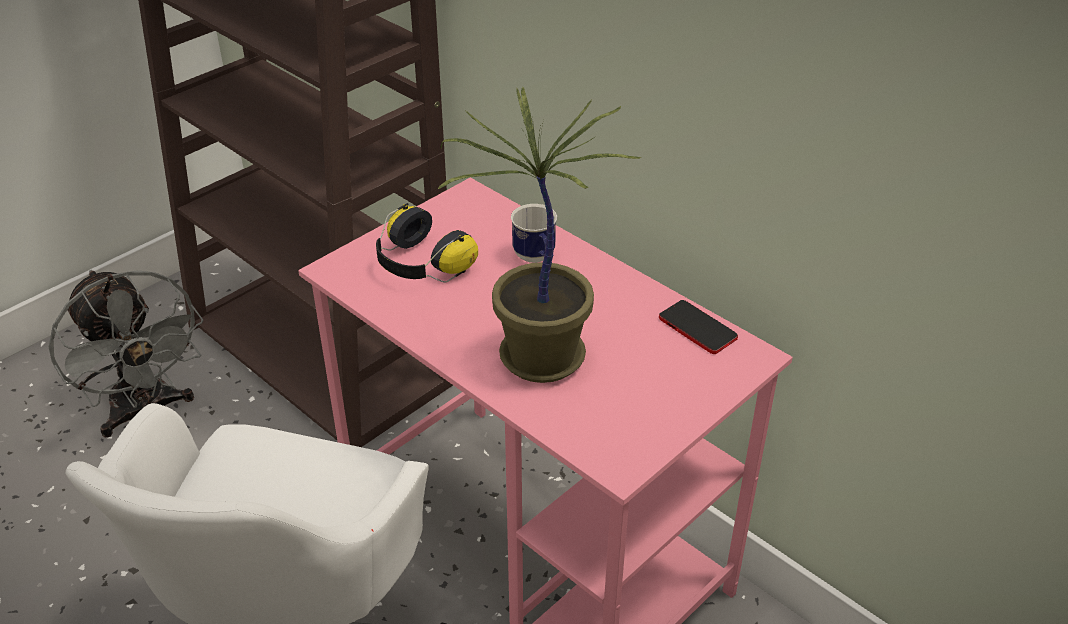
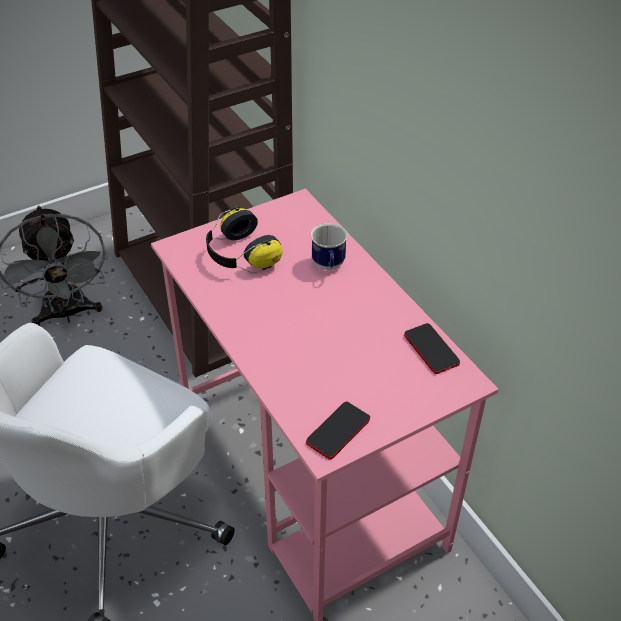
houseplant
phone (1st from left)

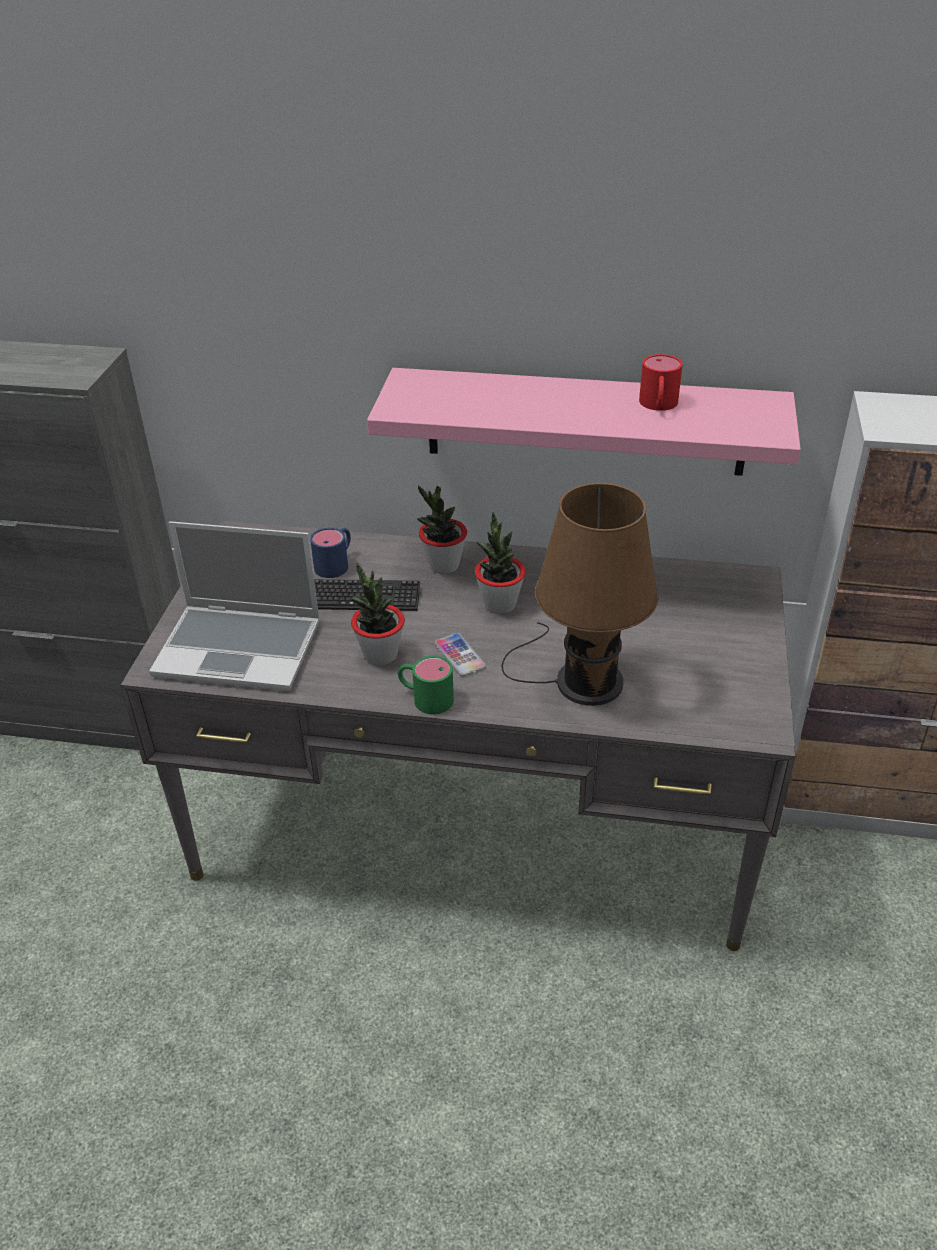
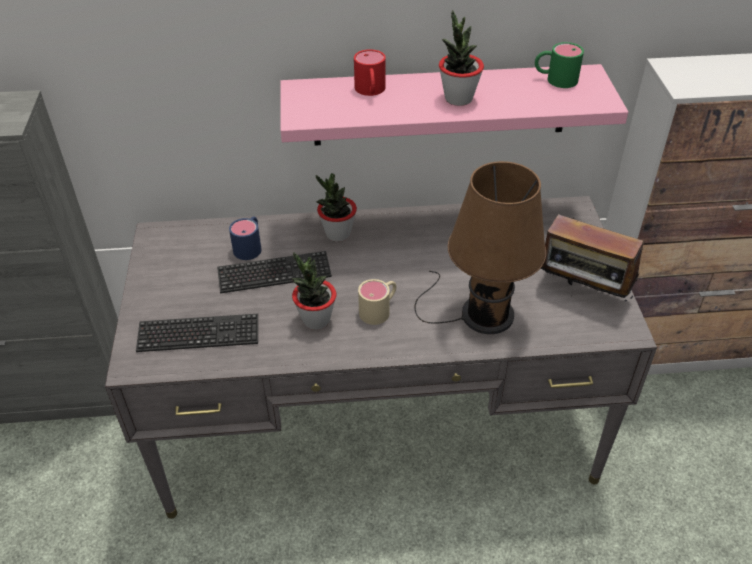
coffee mug (reddish)
houseplant (3rd from left)
keyboard (1st from left)
coffee mug (beige-coloured)
coffee mug (greenish)
radio receiver

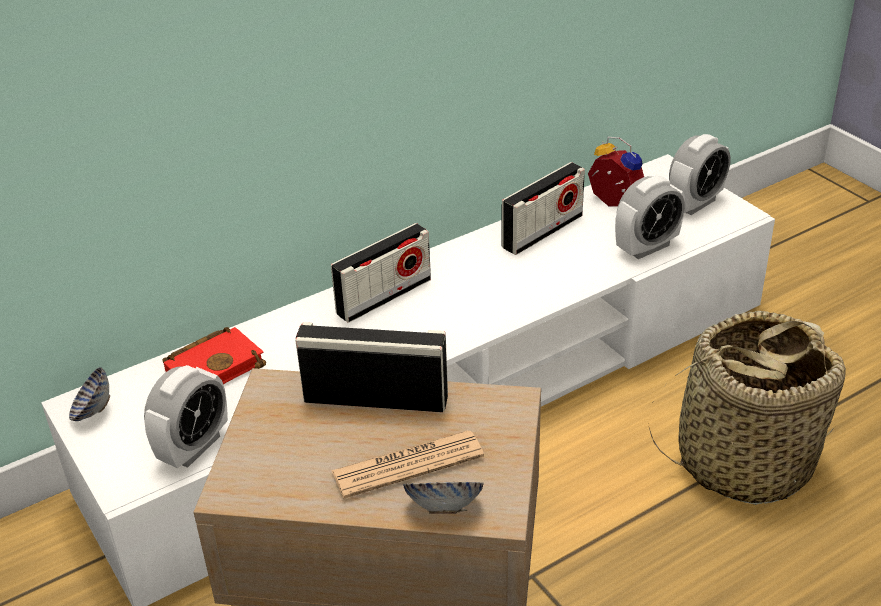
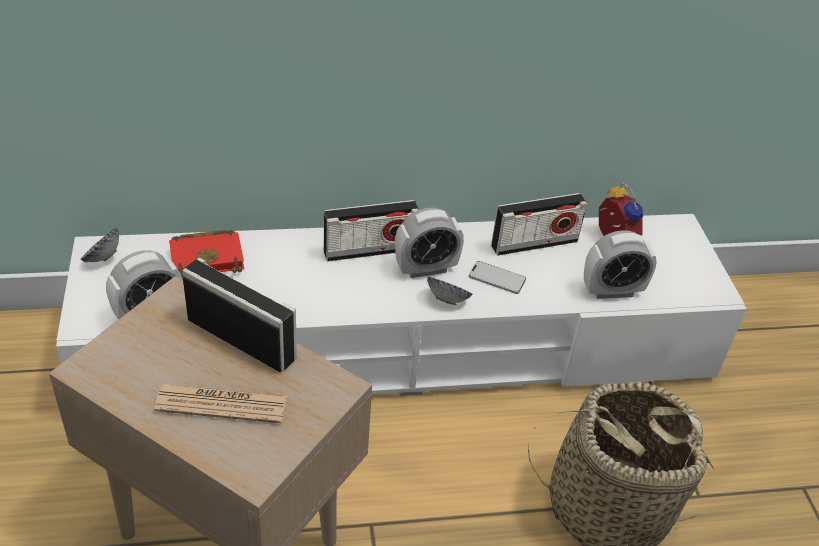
bedside clock (2nd from left)
serving bowl (2nd from left)
phone

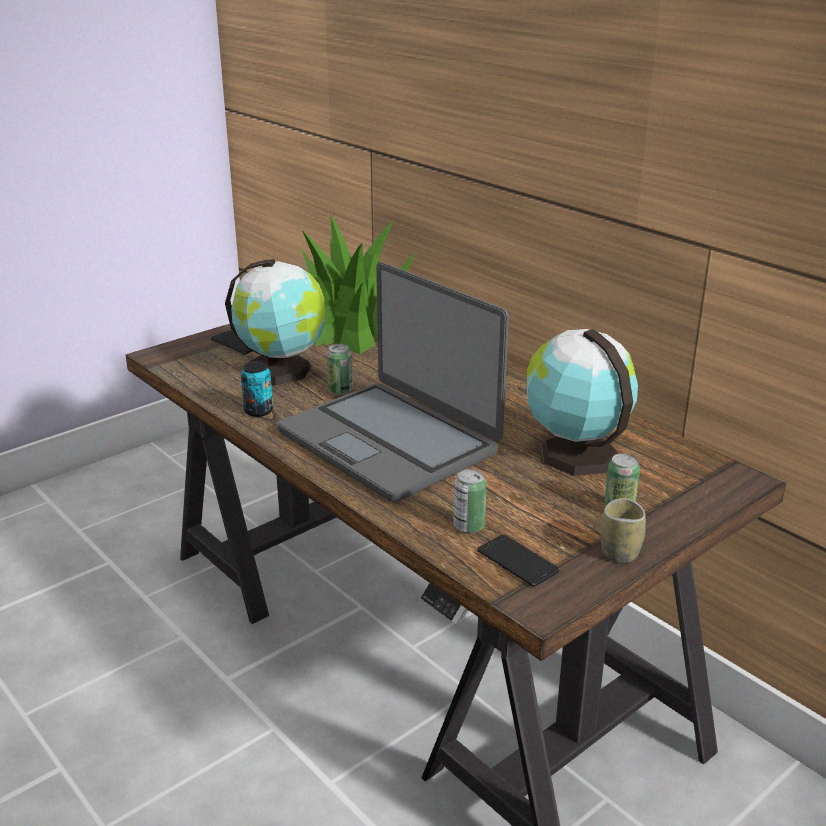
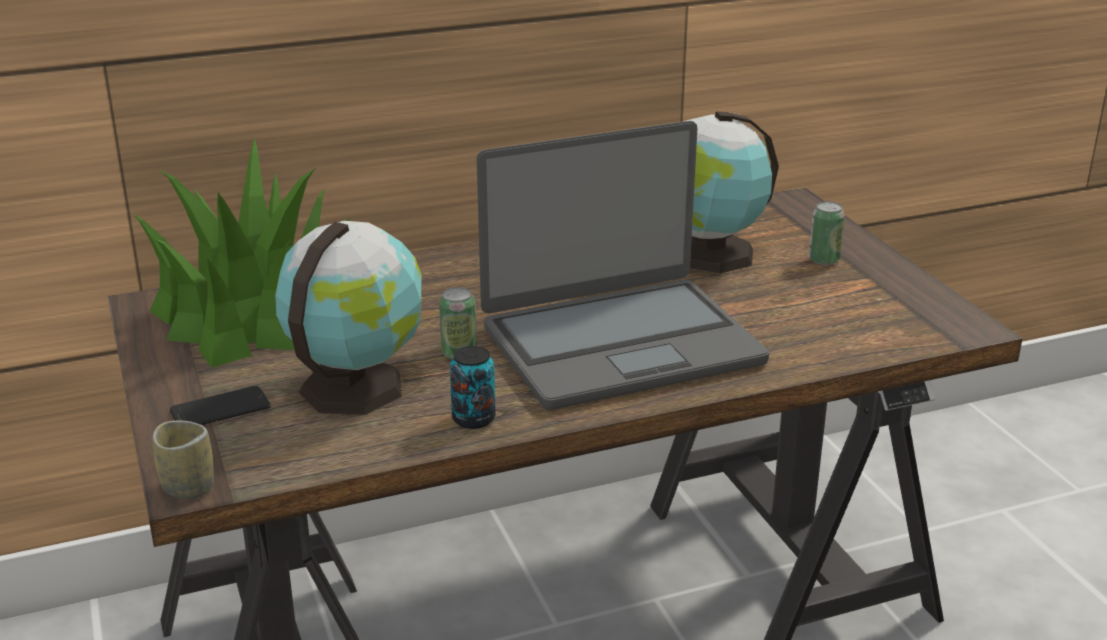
sealed can (3rd from left in the first image)
drinking cup
phone (2nd from left in the first image)

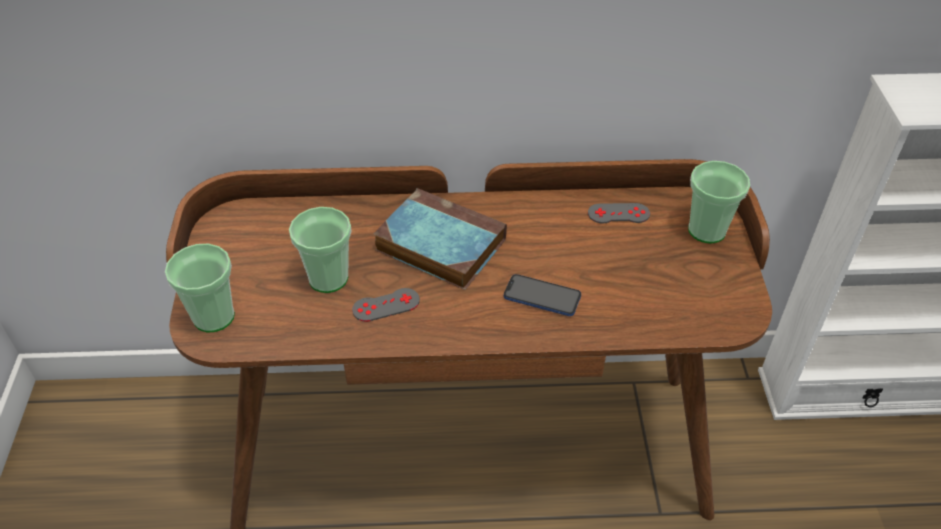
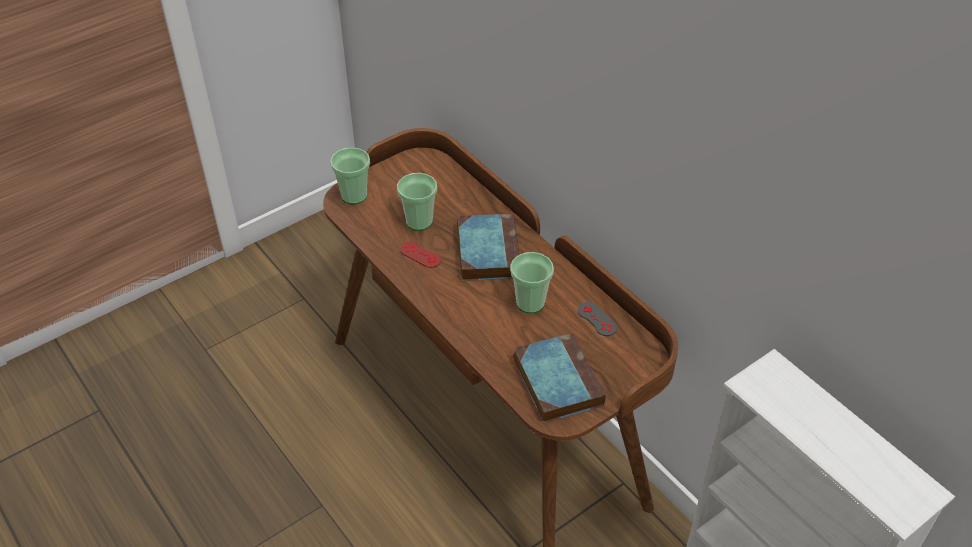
drinking cup (3rd from left)
phone
game controller (reddish)
bound book (2nd from left)

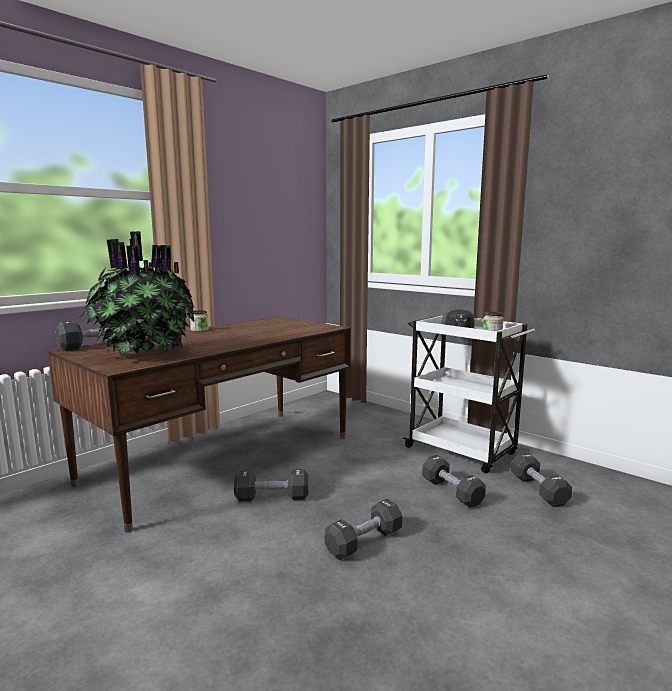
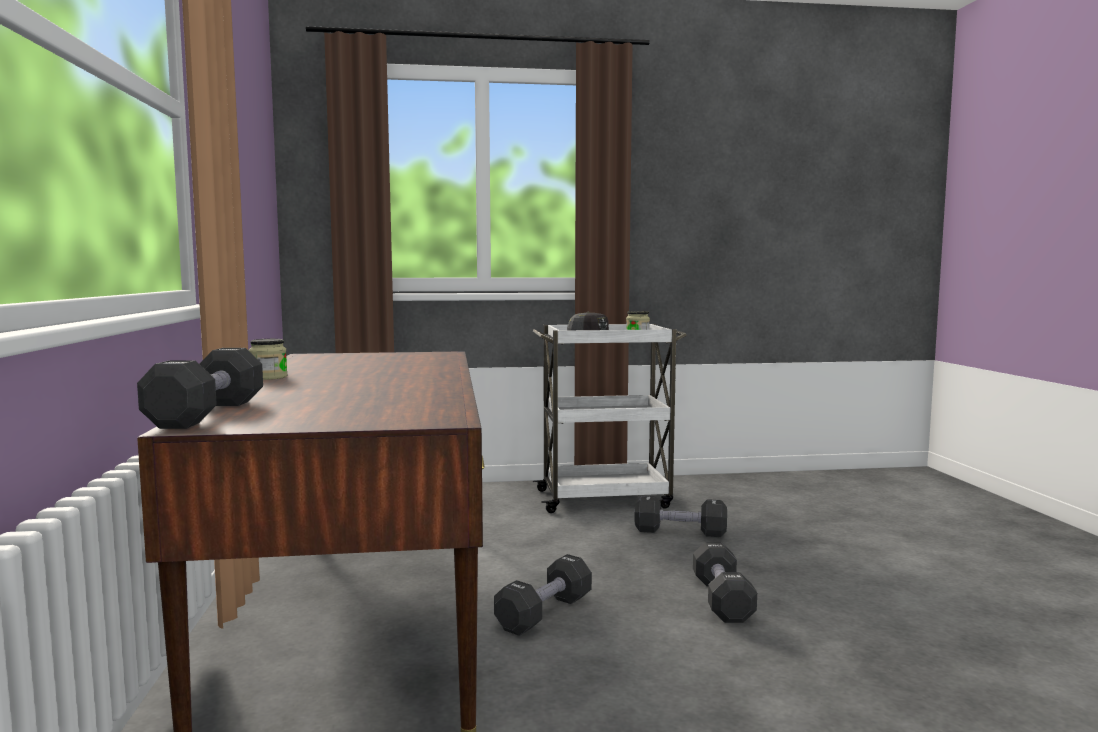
houseplant
hand weight (black) (5th from left in the first image)

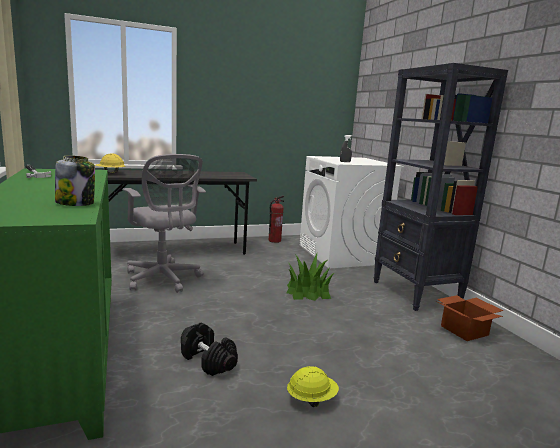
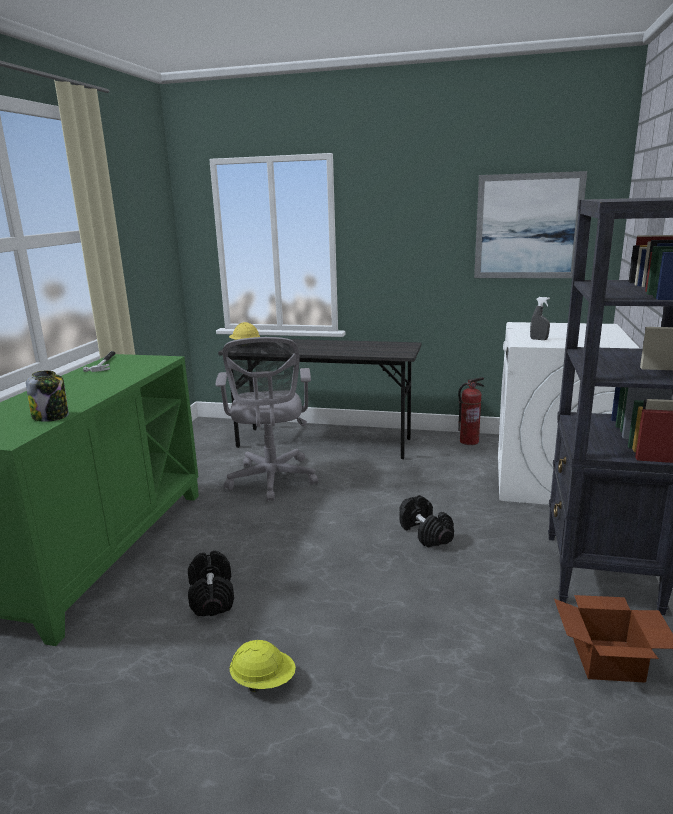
hand weight (black) (2nd from left)
wall art

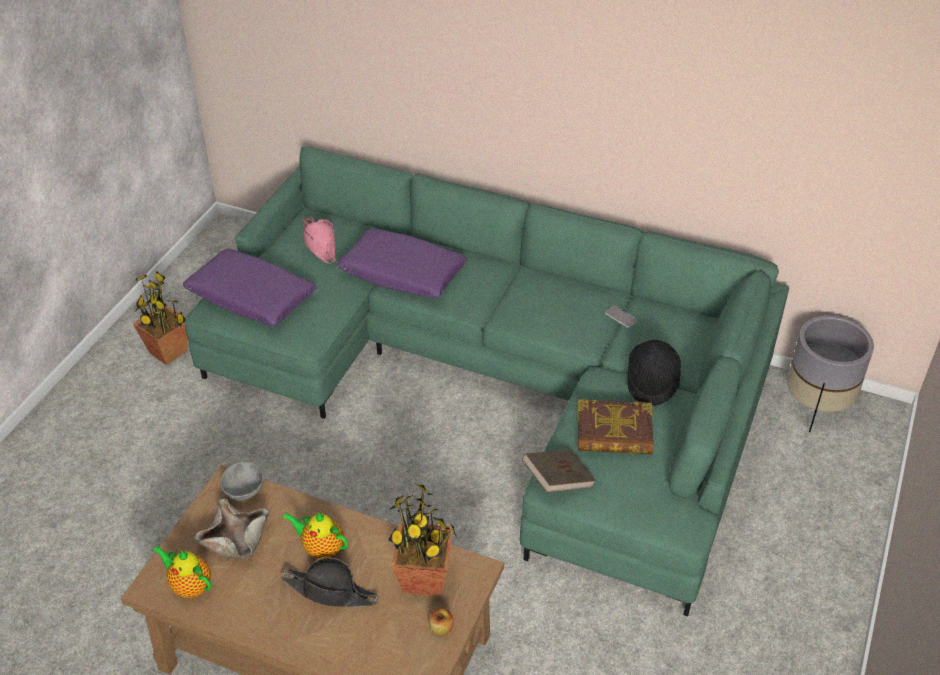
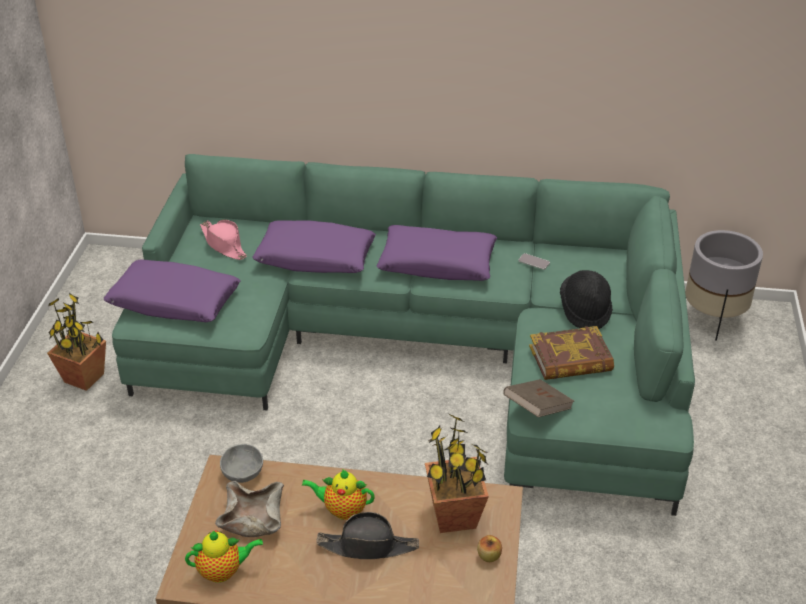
teapot (1st from left)
throw pillow (purplish) (3rd from left)

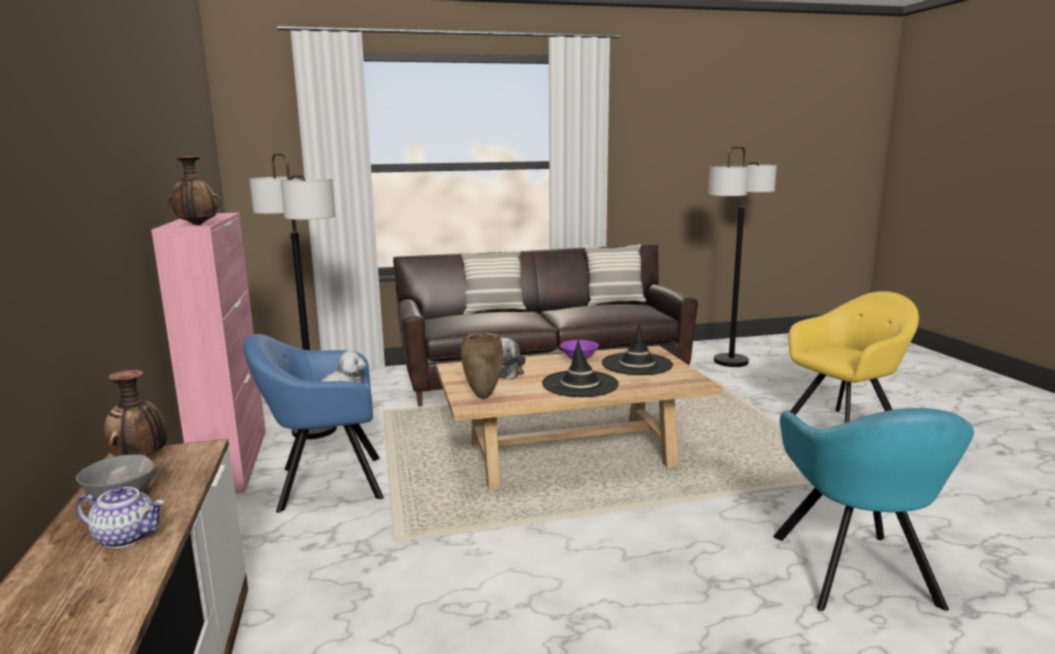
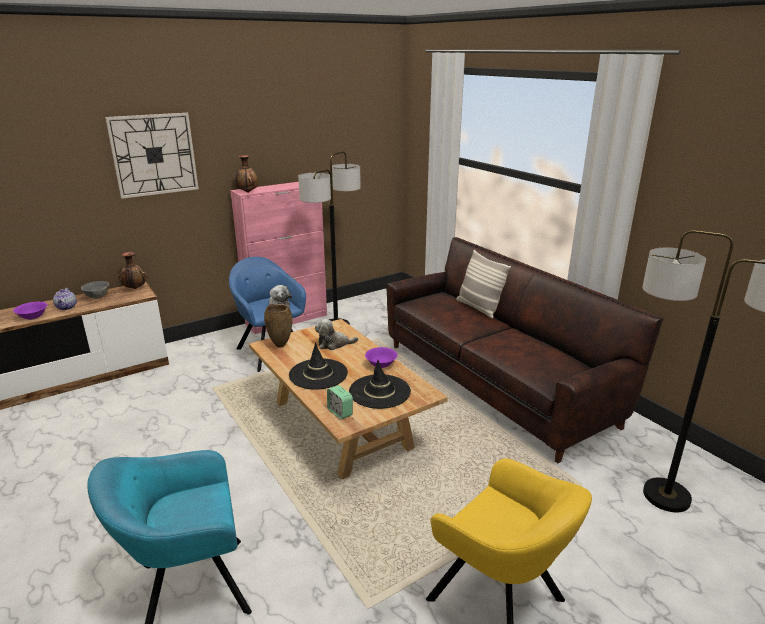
throw pillow (2nd from left in the first image)
hanging clock
serving bowl (purplish) (1st from left)
bedside clock

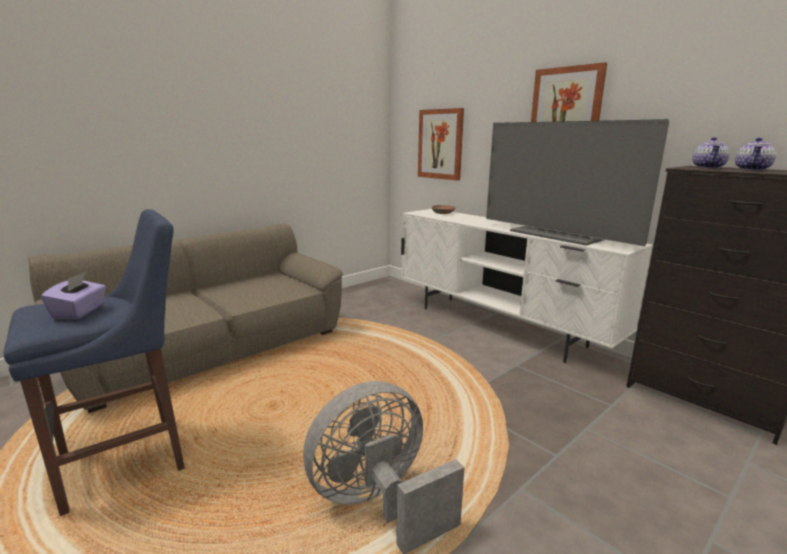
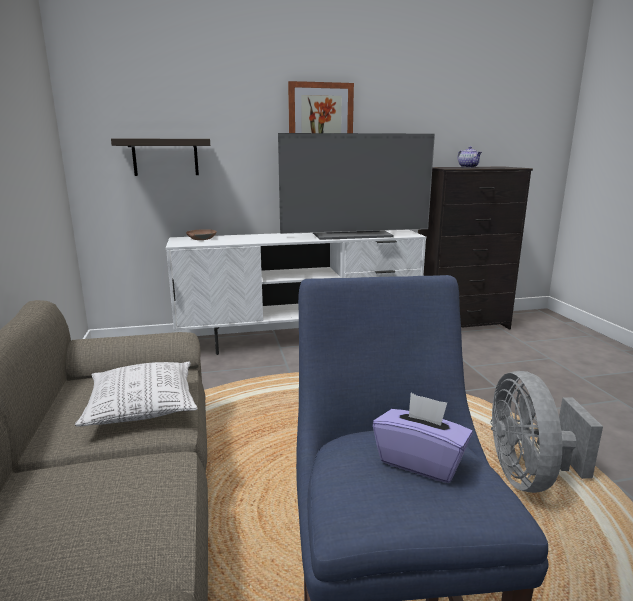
wall shelf
teapot (1st from left in the first image)
throw pillow

